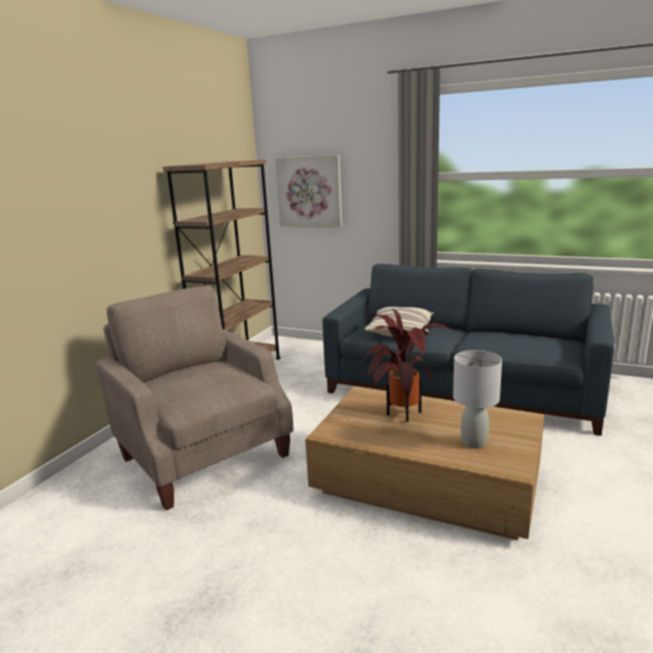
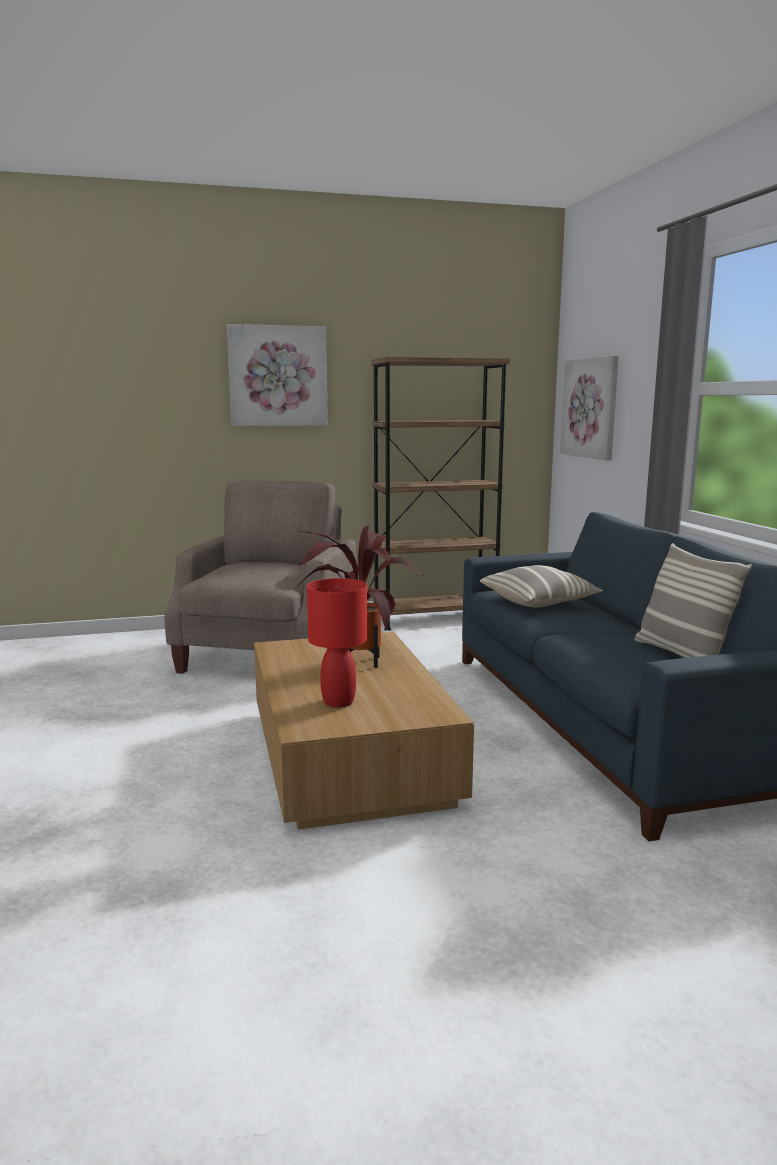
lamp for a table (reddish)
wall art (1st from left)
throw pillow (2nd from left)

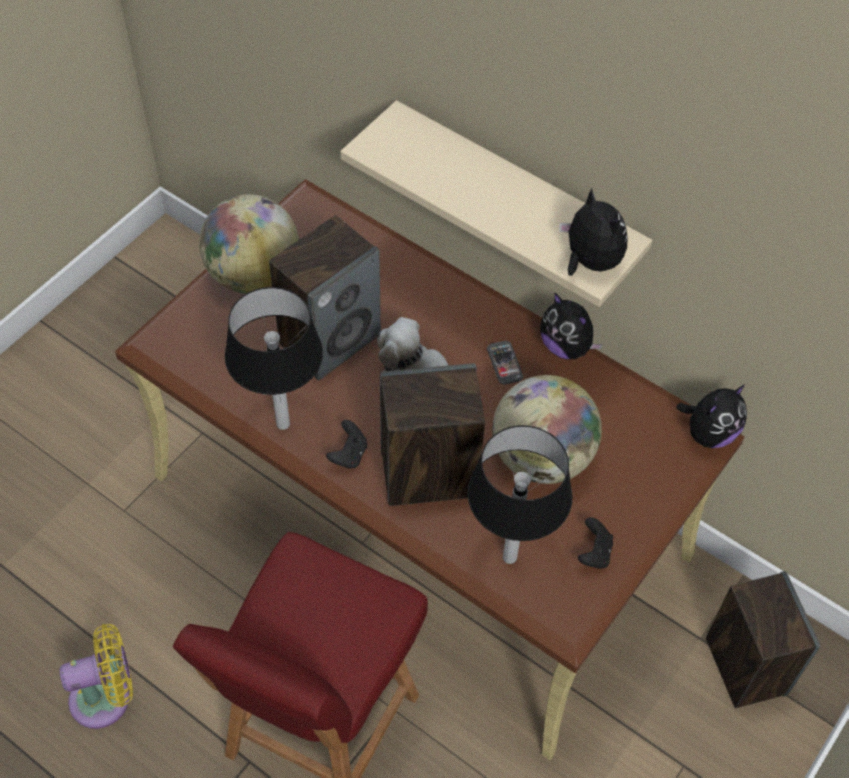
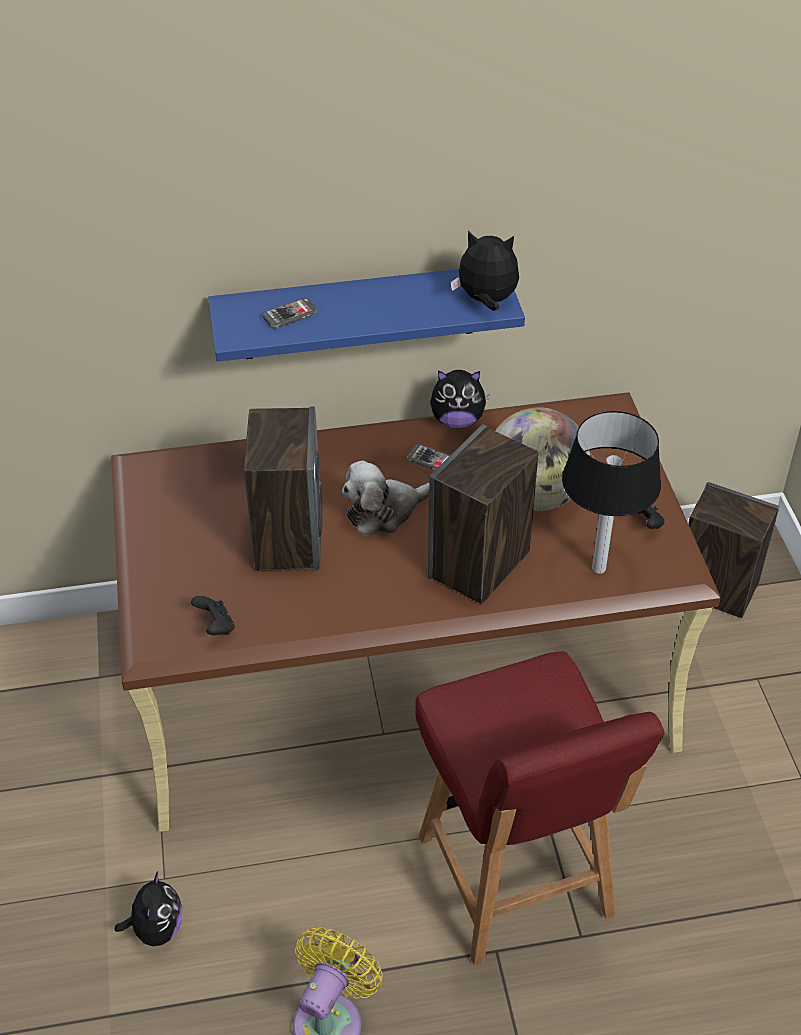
wall shelf (bluish)
globe (1st from left in the first image)
lamp for a table (1st from left in the first image)
soft toy (1st from left)
game controller (black) (1st from left)
phone (1st from left)

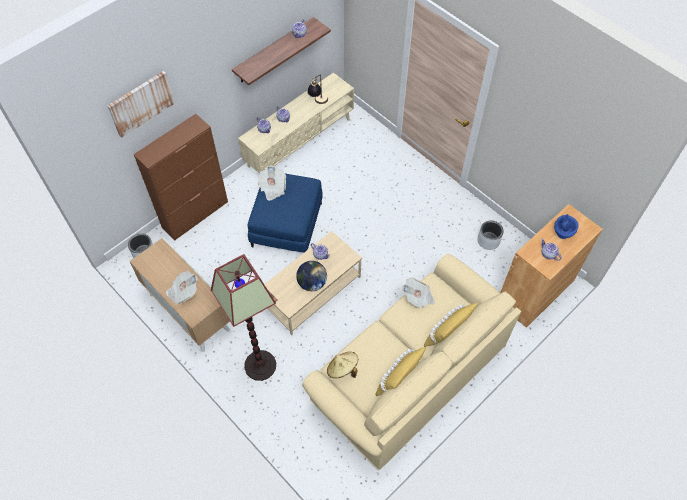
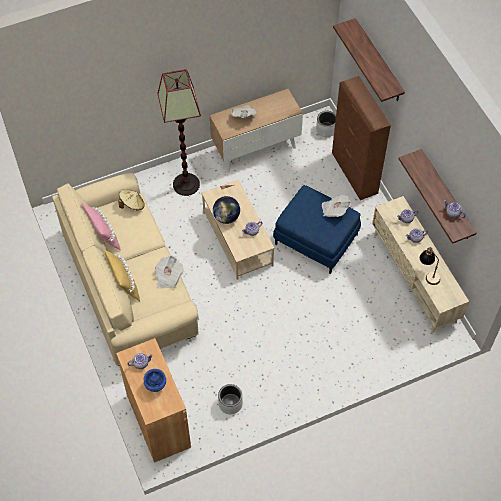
wall shelf (1st from left)
throw pillow (pink)

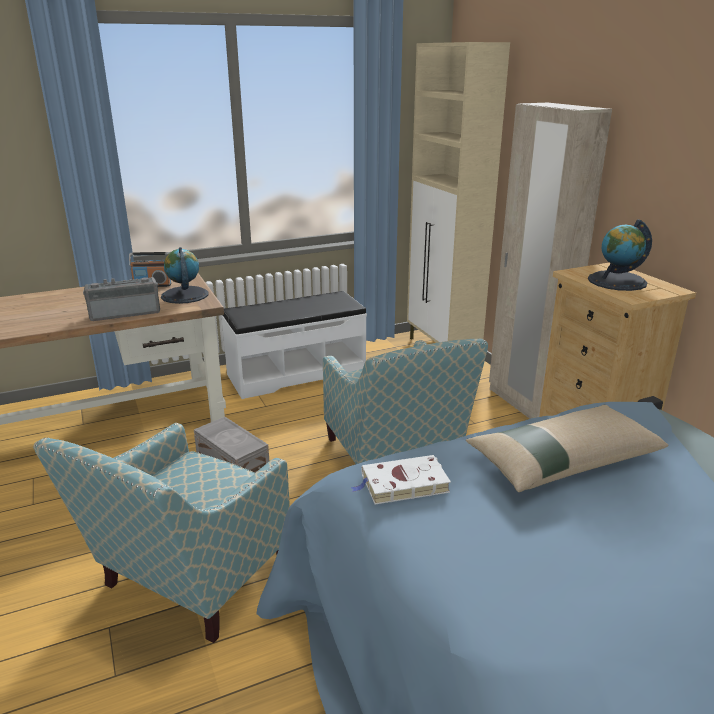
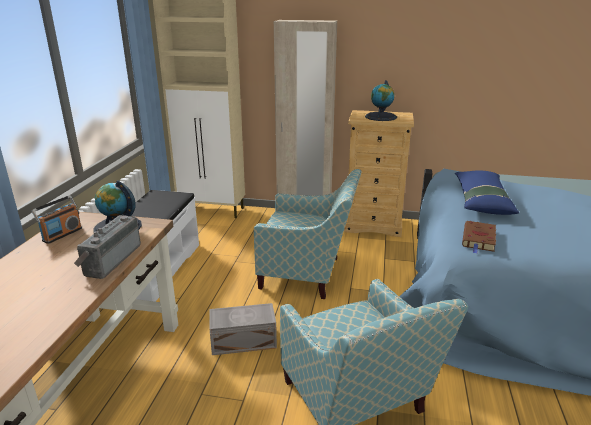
throw pillow (bluish)
bound book (brown)

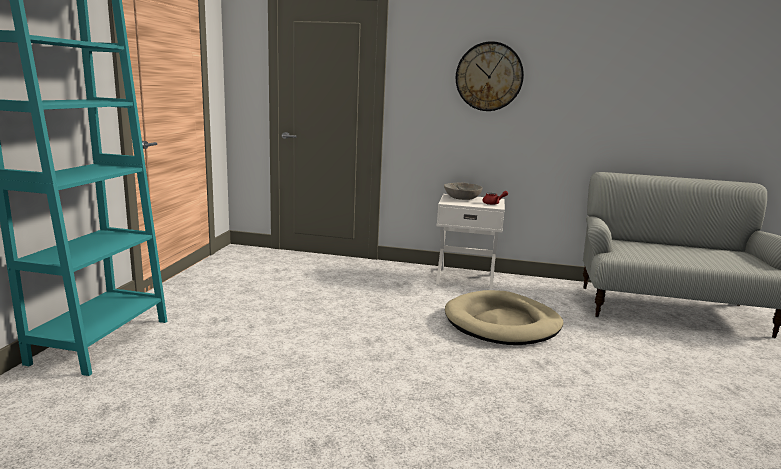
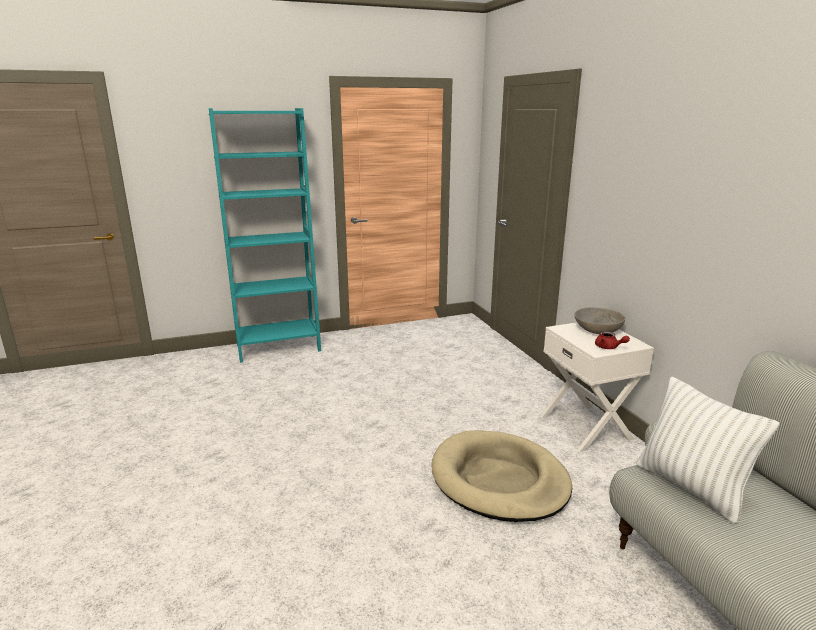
hanging clock
throw pillow (whitish)

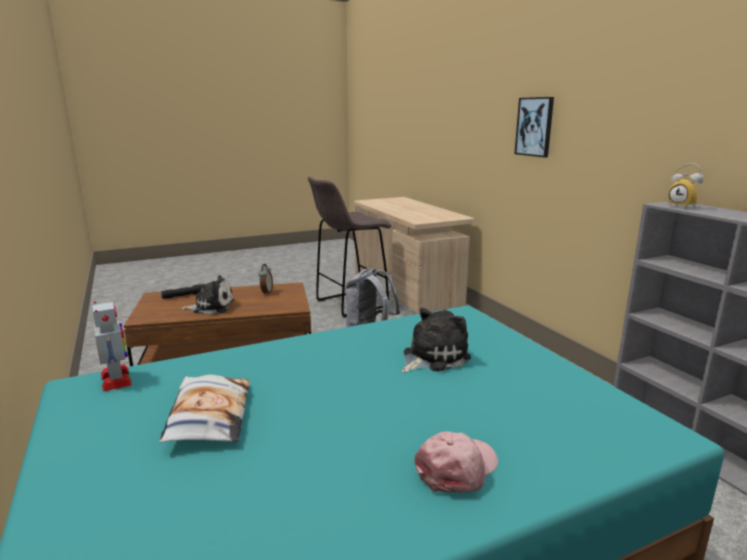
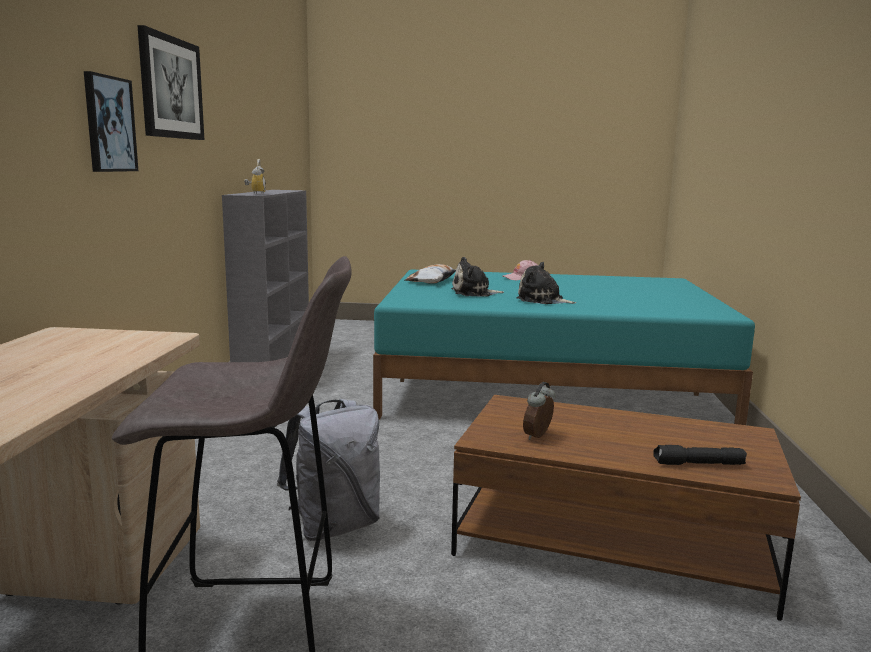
soft toy (2nd from left)
model robot
throw pillow
wall art (2nd from left)

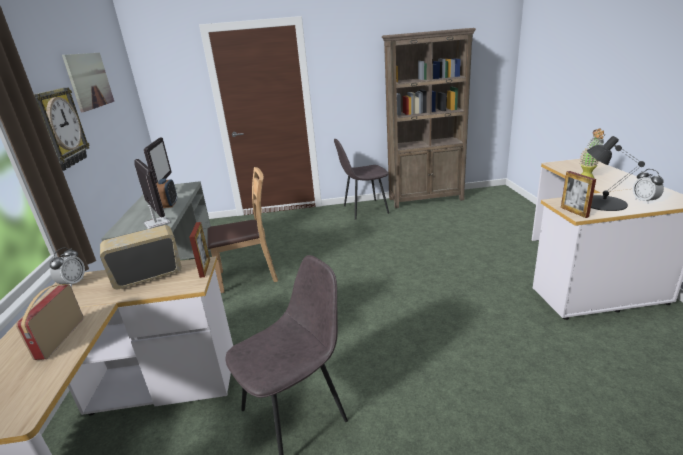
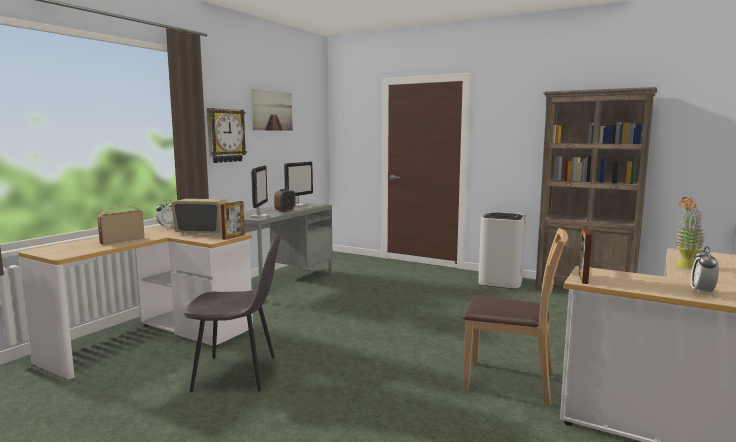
lamp for a table (black)
trash can (whitish)
upright chair (brown)

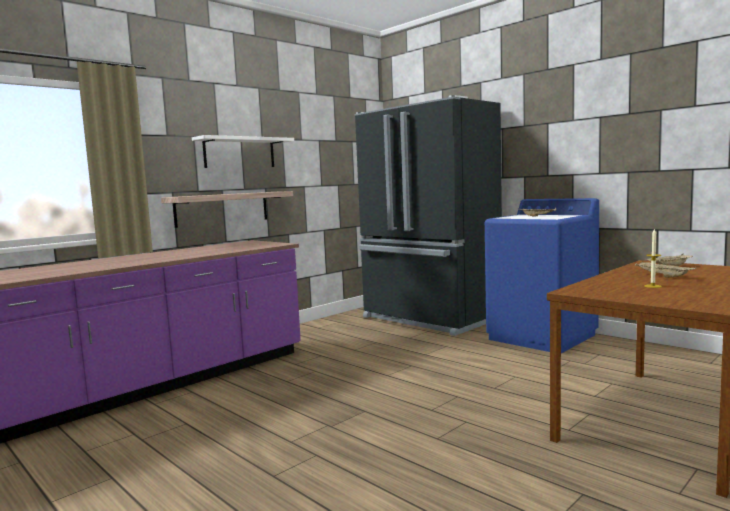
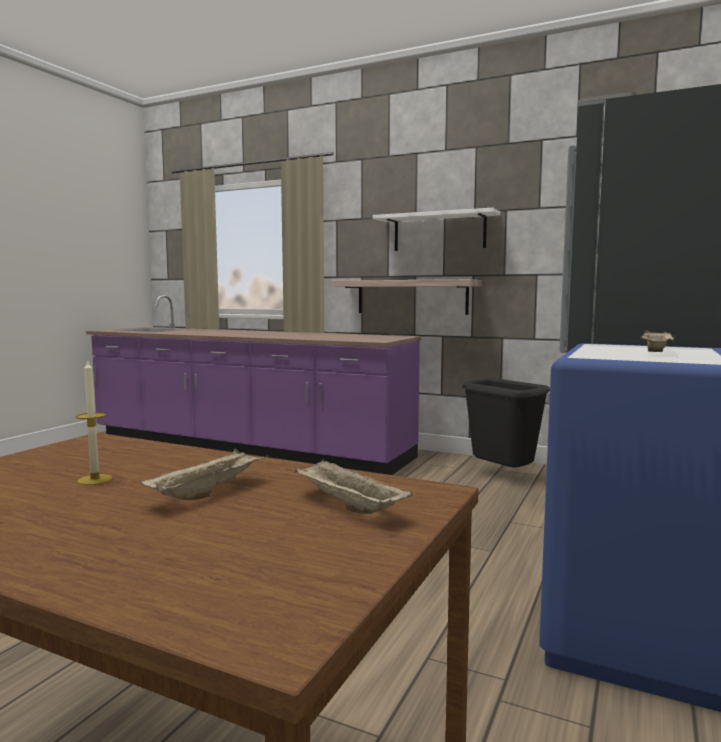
trash can (black)

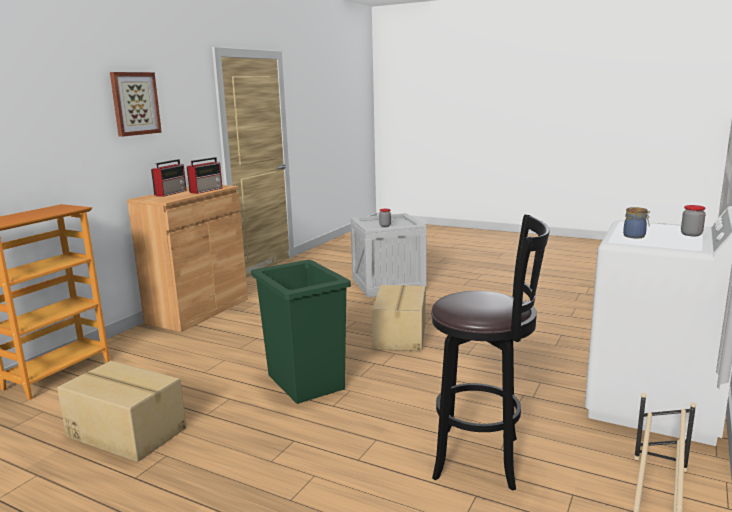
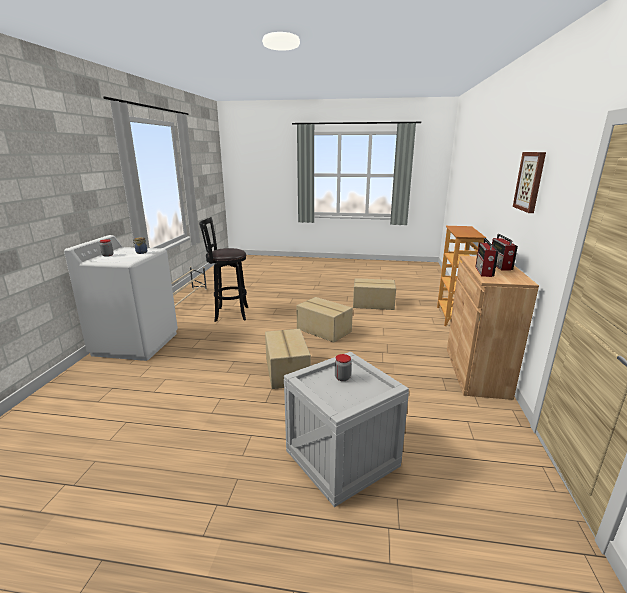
carton (2nd from left)

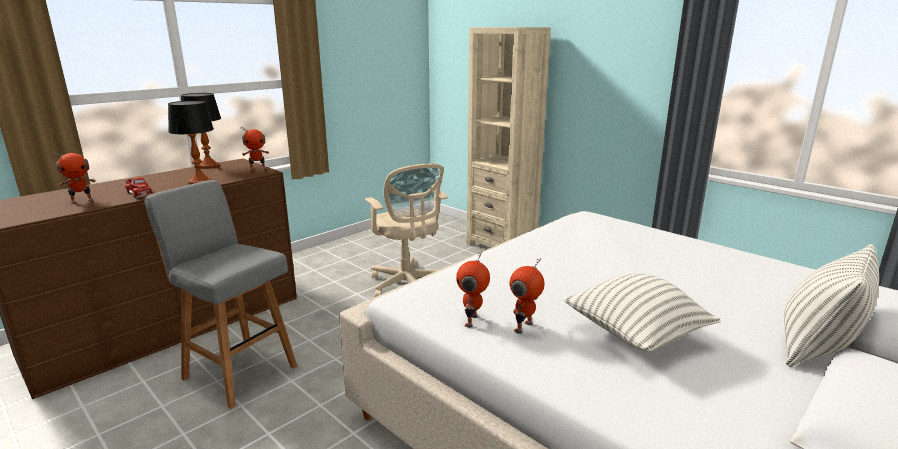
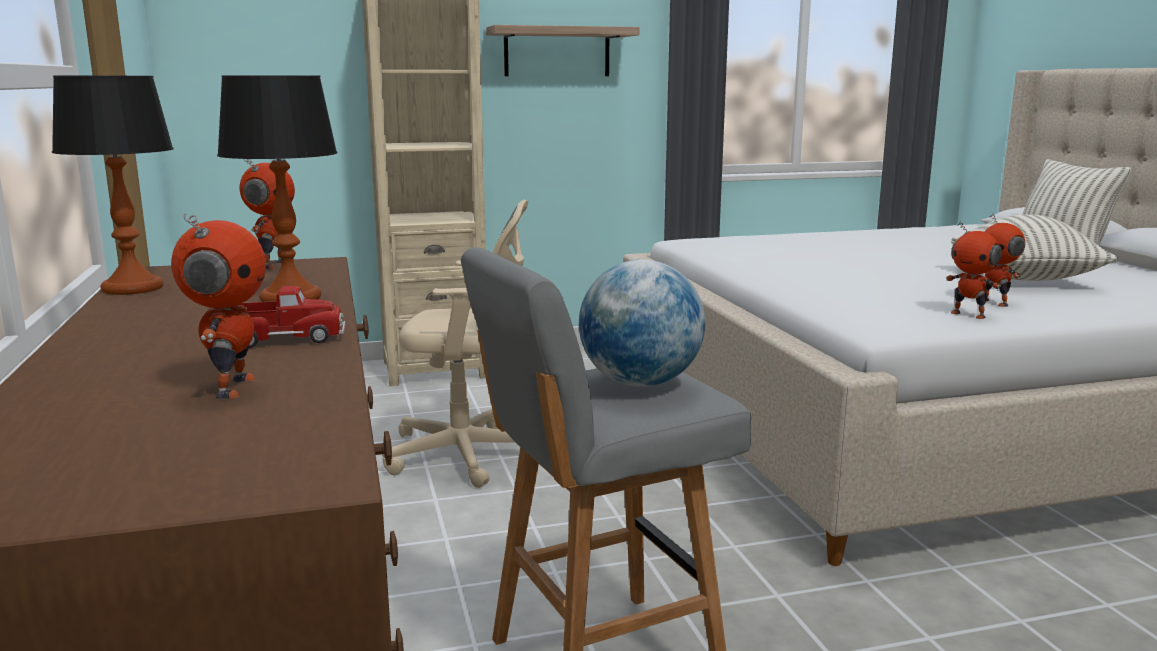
wall shelf
globe

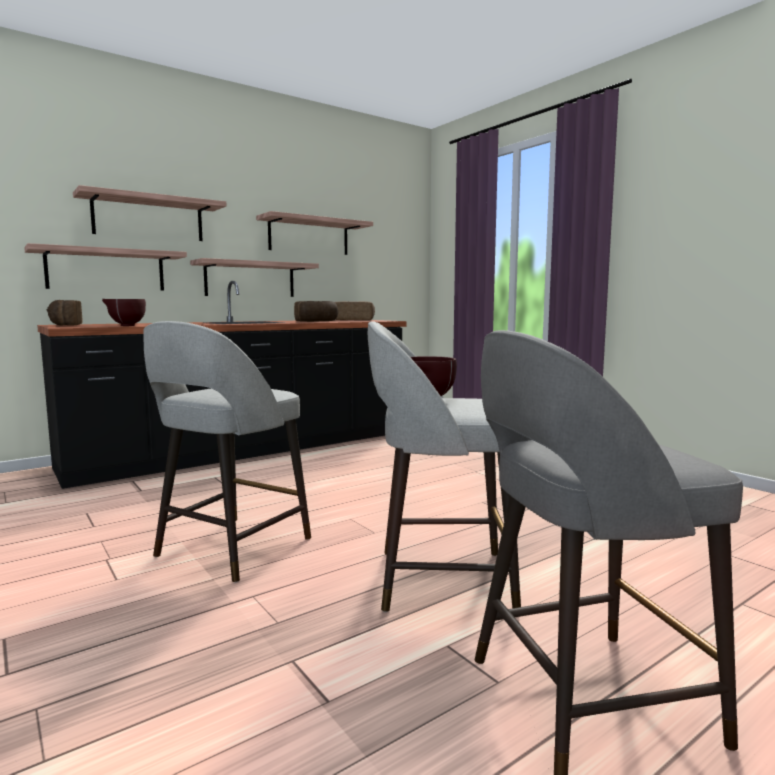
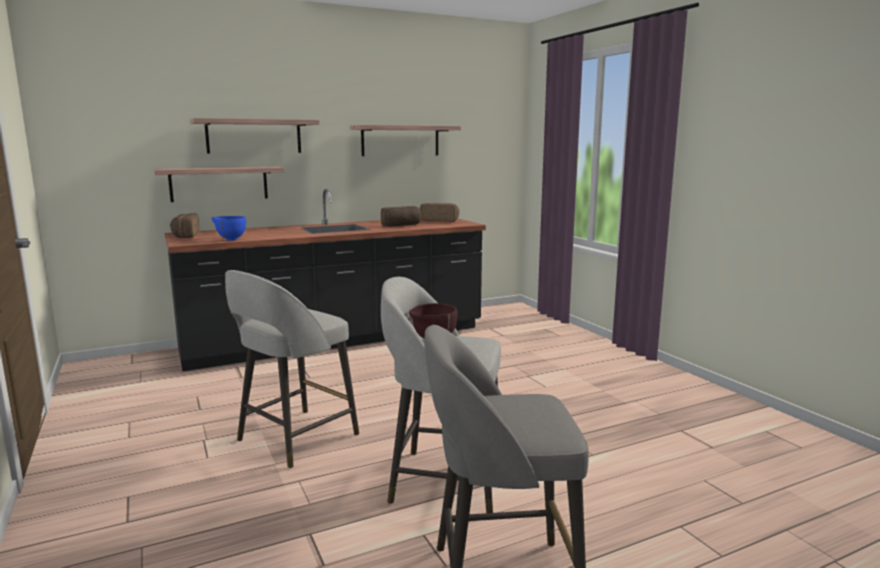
wall shelf (3rd from left in the first image)
serving bowl (bluish)

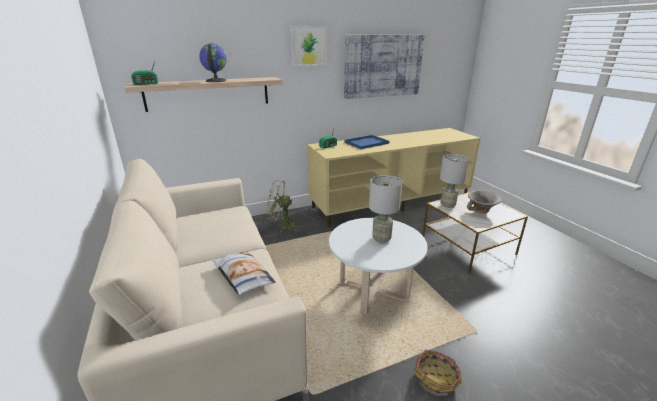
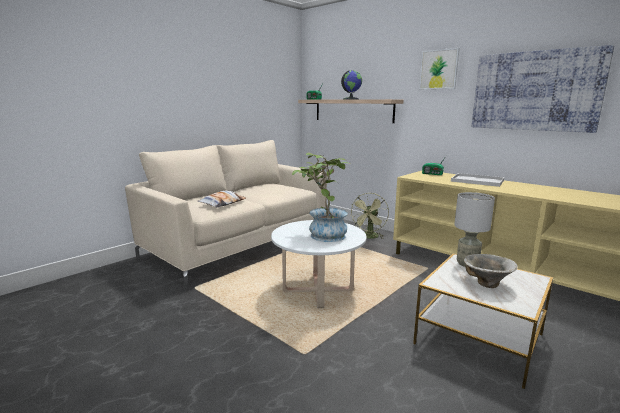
tray (whitish)
houseplant
cooling fan (greenish)
storage basket

